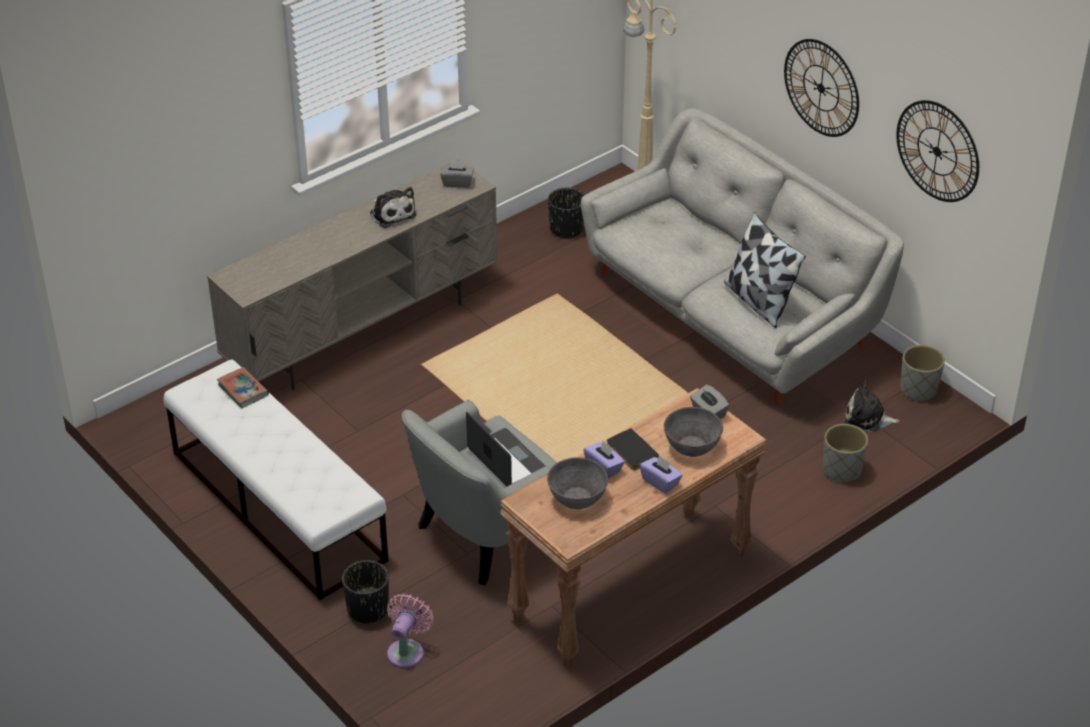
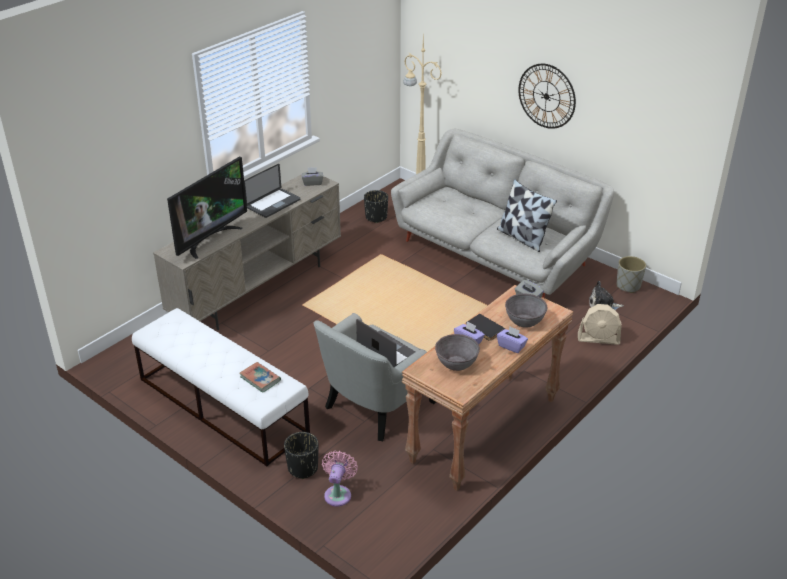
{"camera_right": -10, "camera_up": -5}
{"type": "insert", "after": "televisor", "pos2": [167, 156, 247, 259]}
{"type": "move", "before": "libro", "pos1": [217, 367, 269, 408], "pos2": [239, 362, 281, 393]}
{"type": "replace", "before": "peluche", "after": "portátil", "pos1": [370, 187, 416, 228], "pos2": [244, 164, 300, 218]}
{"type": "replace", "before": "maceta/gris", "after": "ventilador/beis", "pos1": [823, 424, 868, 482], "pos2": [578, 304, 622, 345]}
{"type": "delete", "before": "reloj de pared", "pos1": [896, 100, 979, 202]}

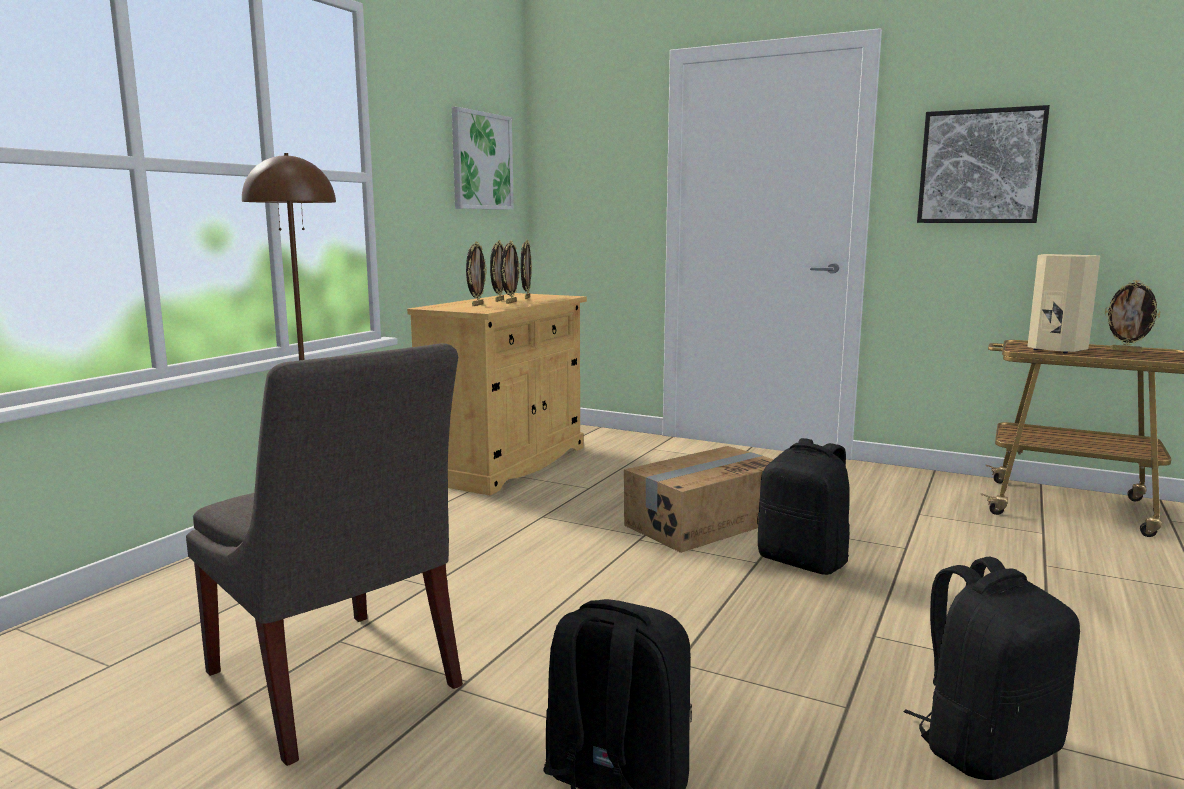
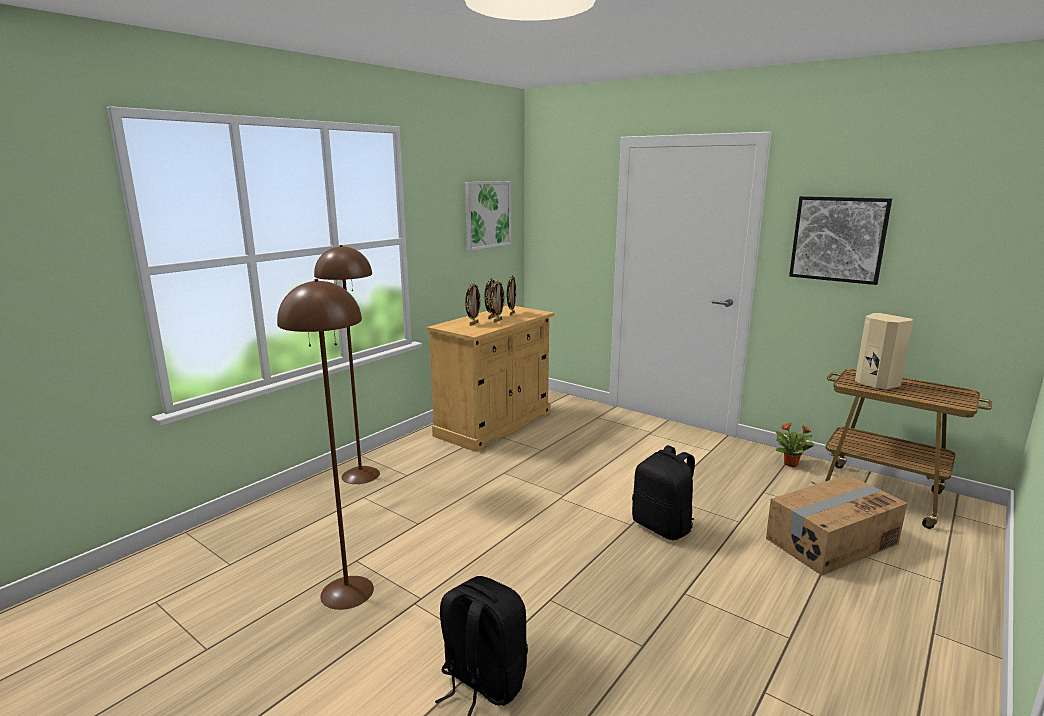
{"camera_right": 10, "camera_up": 5}
{"type": "replace", "before": "silla/gris", "after": "lámpara de pie/marrón", "pos1": [186, 343, 463, 766], "pos2": [277, 279, 374, 610]}
{"type": "move", "before": "caja de cartón", "pos1": [624, 446, 774, 553], "pos2": [766, 475, 907, 576]}
{"type": "insert", "after": "planta en maceta", "pos2": [776, 423, 814, 467]}
{"type": "delete", "before": "mochila/negro", "pos1": [904, 557, 1080, 780]}
{"type": "delete", "before": "portarretratos", "pos1": [1104, 280, 1160, 353]}

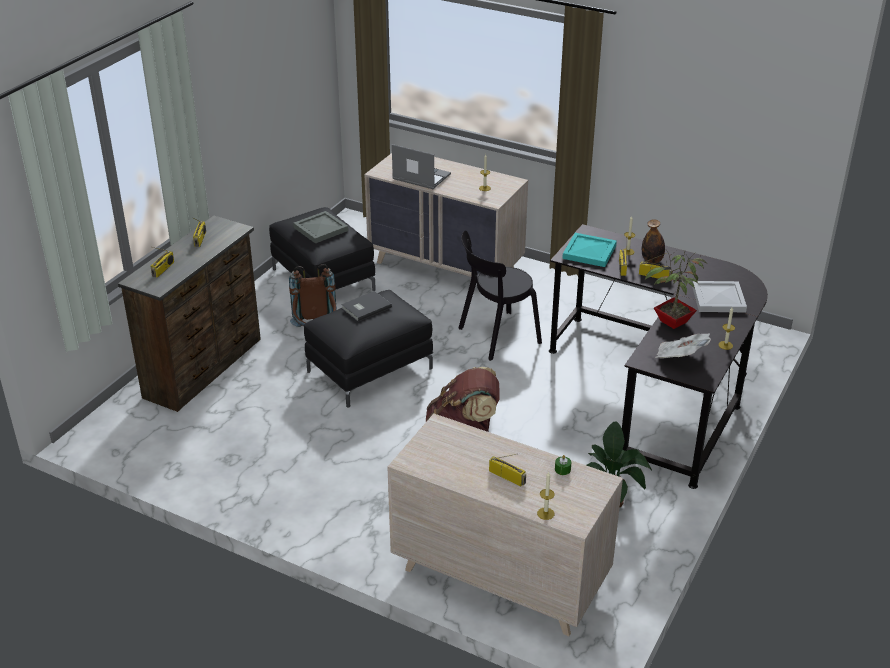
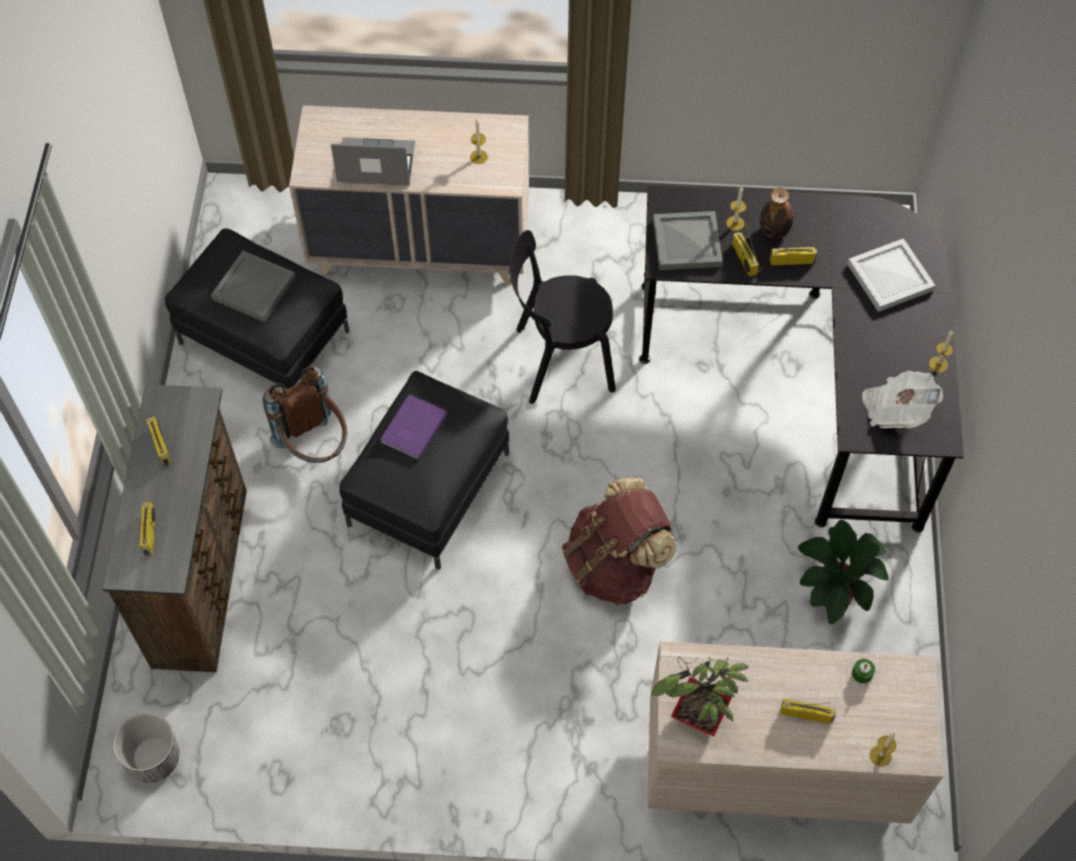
{"camera_right": -25, "camera_up": 25}
{"type": "insert", "after": "maceta", "pos2": [113, 713, 179, 782]}
{"type": "recolor", "before": "libro/gris", "after": "libro/morado", "pos1": [341, 291, 392, 321], "pos2": [380, 394, 448, 460]}
{"type": "rotate", "before": "silla/negro", "pos1": [458, 230, 542, 361], "pos2": [509, 230, 616, 404], "turn": 45}
{"type": "move", "before": "planta en maceta", "pos1": [645, 250, 707, 329], "pos2": [652, 656, 749, 737]}
{"type": "recolor", "before": "bandeja/turquesa", "after": "bandeja/gris", "pos1": [562, 233, 617, 267], "pos2": [653, 211, 723, 270]}

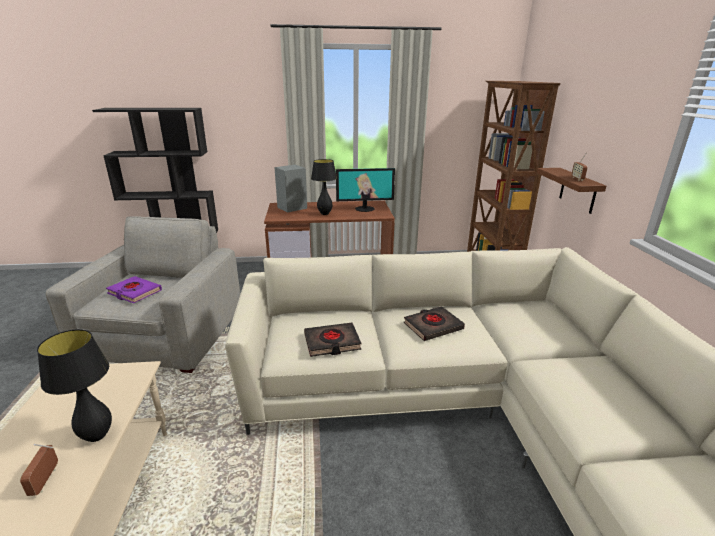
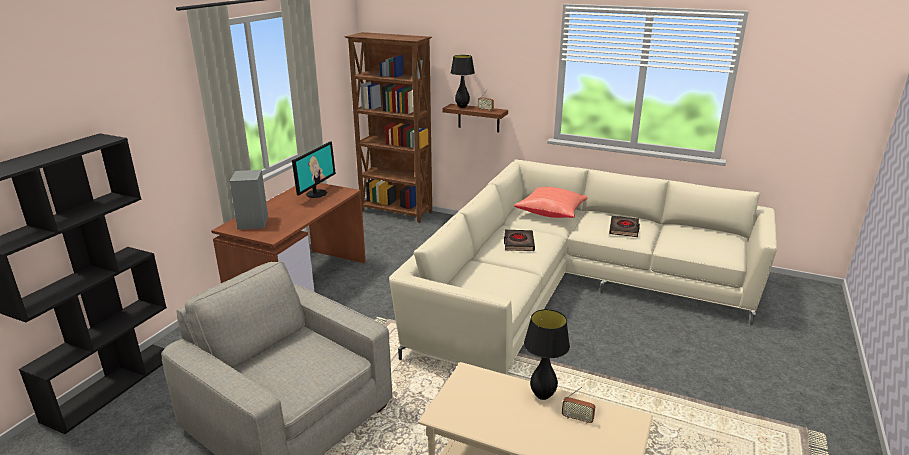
{"camera_right": -60, "camera_up": 0}
{"type": "move", "before": "lámpara de mesa/negro", "pos1": [311, 159, 337, 215], "pos2": [451, 55, 475, 108]}
{"type": "insert", "after": "cojín/rojo", "pos2": [514, 187, 588, 218]}
{"type": "move", "before": "libro/negro", "pos1": [304, 323, 361, 357], "pos2": [609, 216, 640, 237]}
{"type": "delete", "before": "libro/morado", "pos1": [106, 276, 162, 303]}

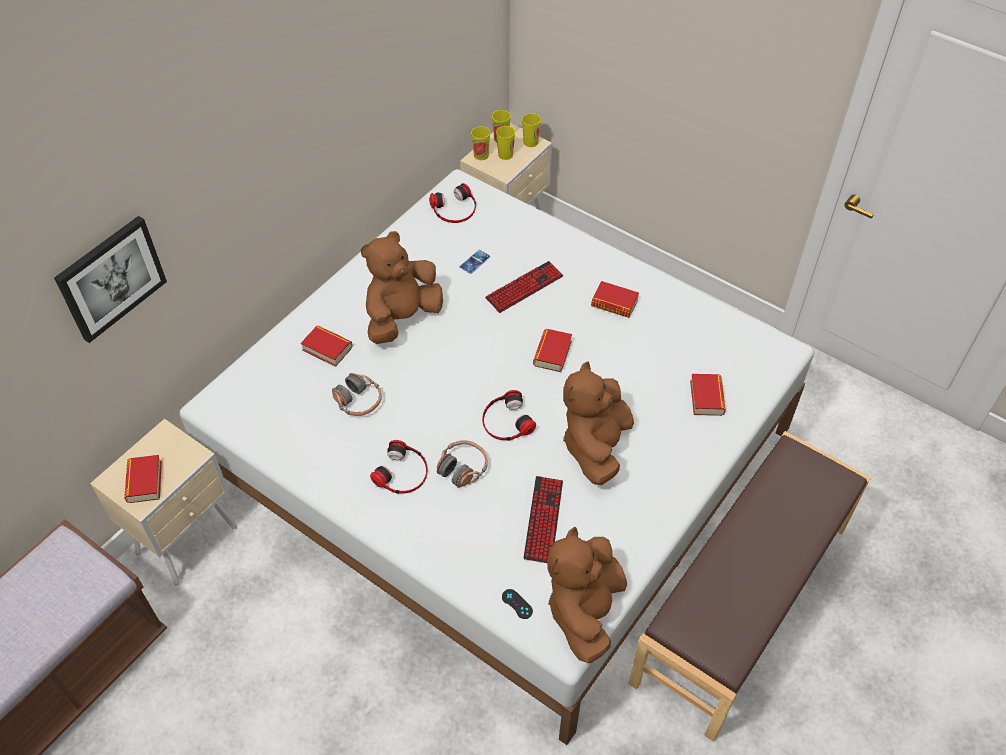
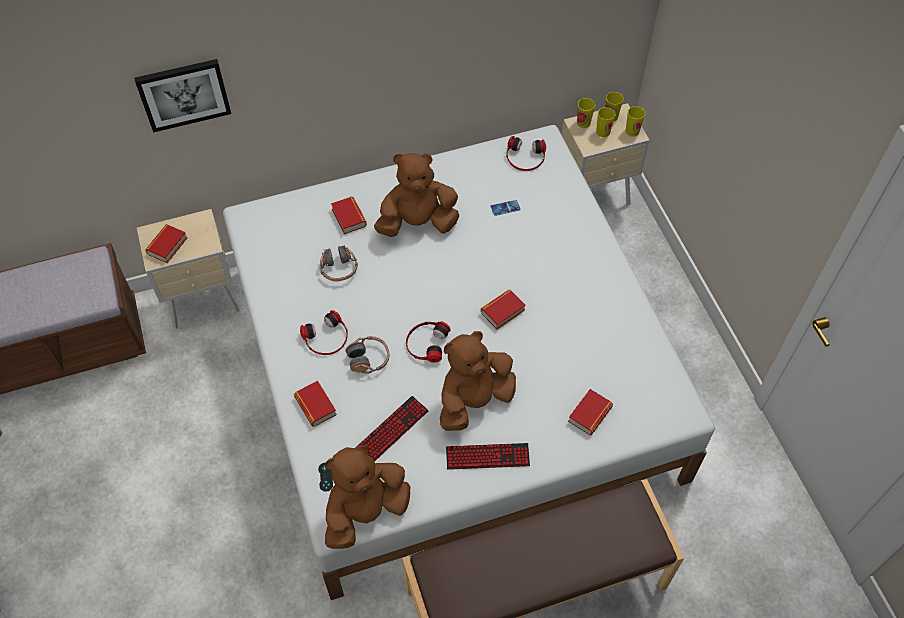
{"camera_right": 35, "camera_up": 5}
{"type": "move", "before": "libro", "pos1": [591, 281, 639, 318], "pos2": [294, 381, 337, 427]}
{"type": "move", "before": "teclado", "pos1": [485, 261, 563, 313], "pos2": [446, 443, 530, 470]}

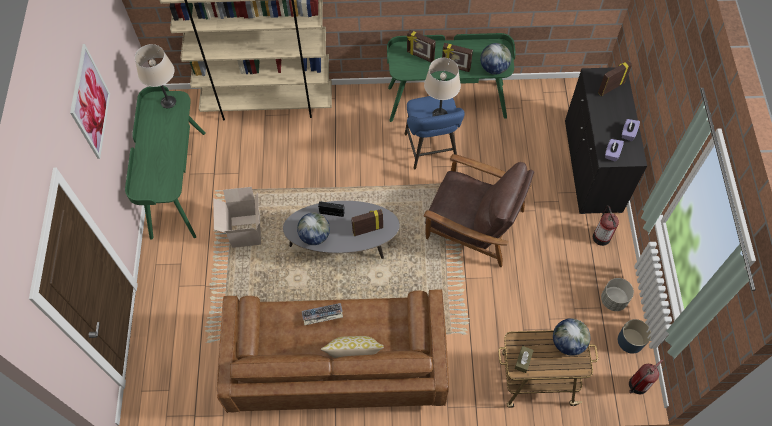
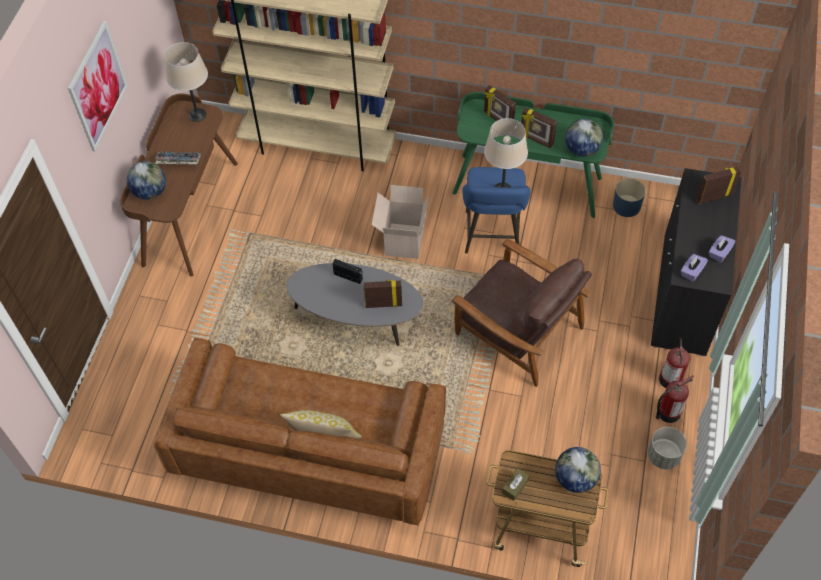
{"camera_right": 15, "camera_up": -5}
{"type": "recolor", "before": "escritorio/verde", "after": "escritorio/marrón", "pos1": [125, 86, 205, 240], "pos2": [120, 94, 238, 276]}
{"type": "move", "before": "globo terráqueo", "pos1": [297, 213, 330, 245], "pos2": [127, 161, 166, 200]}
{"type": "move", "before": "teclado", "pos1": [302, 303, 343, 325], "pos2": [155, 152, 201, 165]}
{"type": "move", "before": "caja de cartón", "pos1": [213, 187, 261, 248], "pos2": [371, 185, 429, 259]}
{"type": "move", "before": "maceta/azul", "pos1": [618, 319, 651, 354], "pos2": [613, 178, 646, 217]}
{"type": "move", "before": "extintor", "pos1": [629, 360, 663, 394], "pos2": [656, 375, 694, 423]}

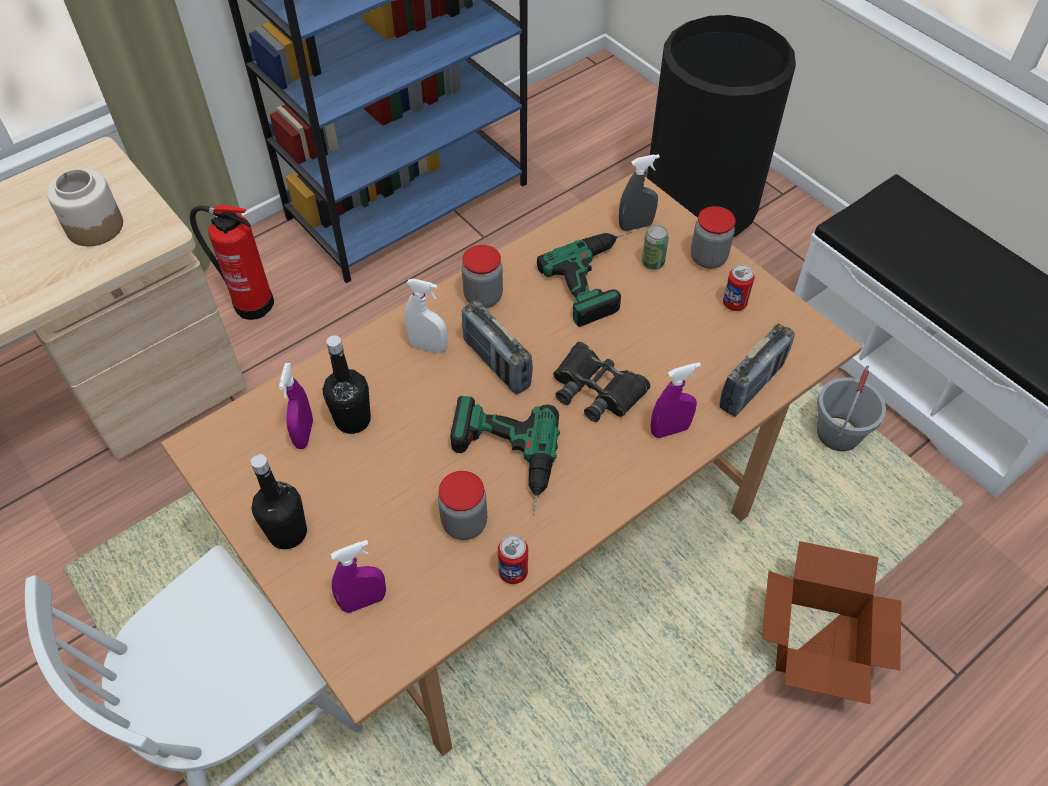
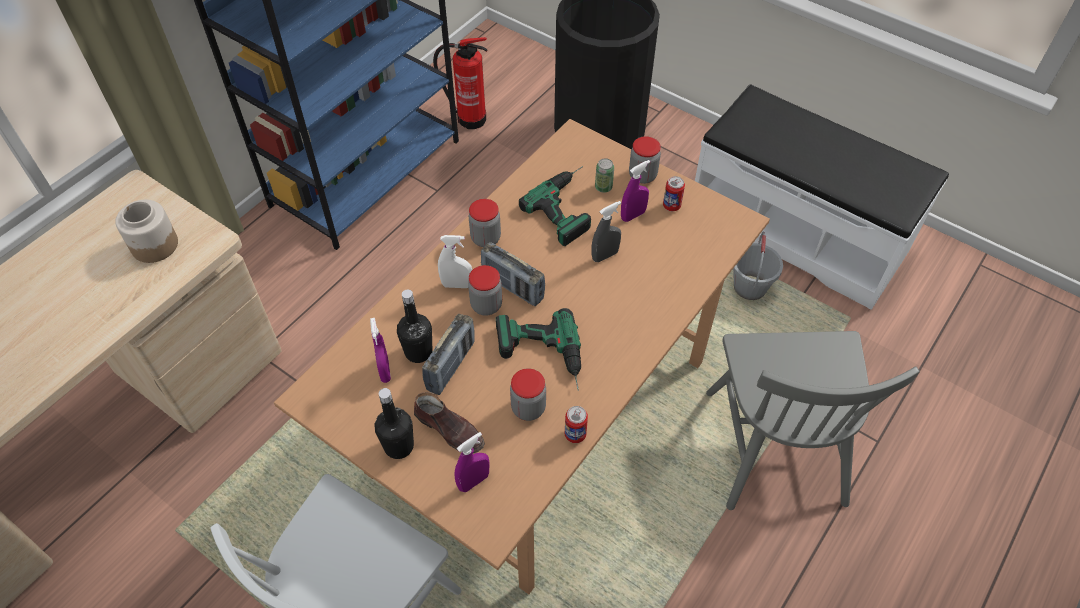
{"camera_right": -15, "camera_up": 0}
{"type": "insert", "after": "zapato/marrón", "pos2": [414, 392, 485, 453]}
{"type": "move", "before": "radio", "pos1": [719, 324, 795, 417], "pos2": [422, 314, 475, 395]}
{"type": "move", "before": "extintor", "pos1": [190, 205, 274, 320], "pos2": [433, 37, 487, 129]}
{"type": "insert", "after": "tarro", "pos2": [468, 265, 502, 316]}
{"type": "move", "before": "pulverizador/gris", "pos1": [619, 154, 660, 231], "pos2": [592, 201, 621, 262]}
{"type": "move", "before": "pulverizador/morado", "pos1": [651, 362, 701, 438], "pos2": [621, 160, 650, 222]}
{"type": "replace", "before": "caja de cartón", "after": "silla/gris", "pos1": [762, 541, 901, 704], "pos2": [706, 331, 920, 510]}
{"type": "delete", "before": "prismáticos/negro", "pos1": [553, 342, 650, 422]}

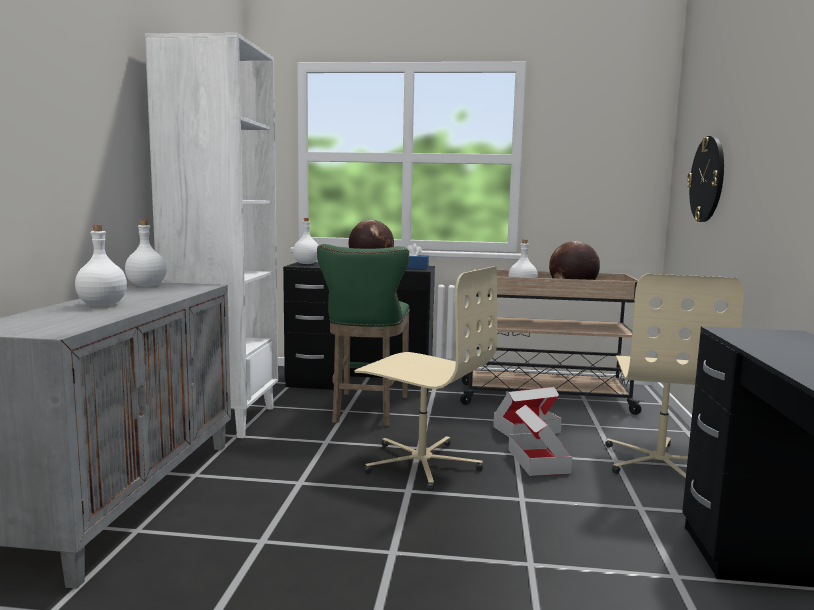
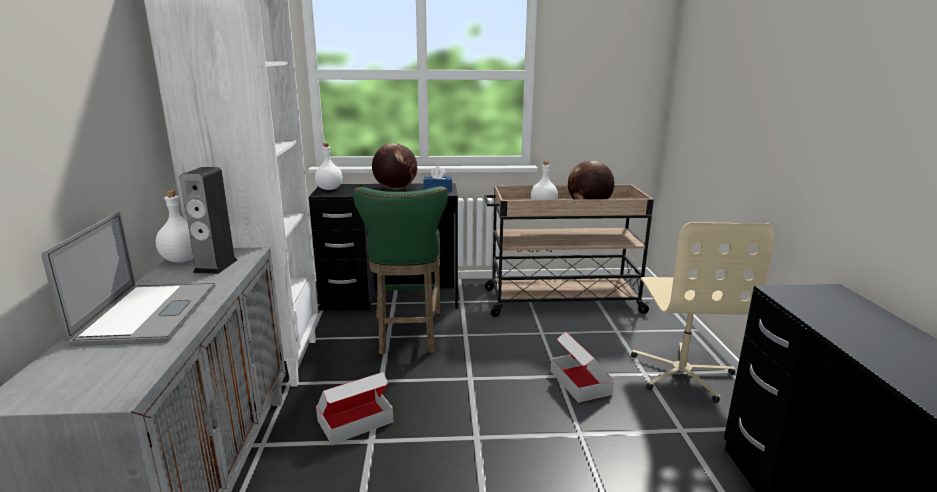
{"camera_right": -10, "camera_up": 10}
{"type": "replace", "before": "botella/blanco", "after": "portátil", "pos1": [75, 225, 127, 306], "pos2": [41, 212, 216, 346]}
{"type": "insert", "after": "altavoz", "pos2": [180, 167, 237, 274]}
{"type": "move", "before": "caja de cartón", "pos1": [493, 387, 562, 437], "pos2": [316, 372, 393, 445]}
{"type": "delete", "before": "silla de oficina/beis", "pos1": [354, 266, 497, 491]}
{"type": "delete", "before": "reloj de pared", "pos1": [687, 136, 724, 222]}

